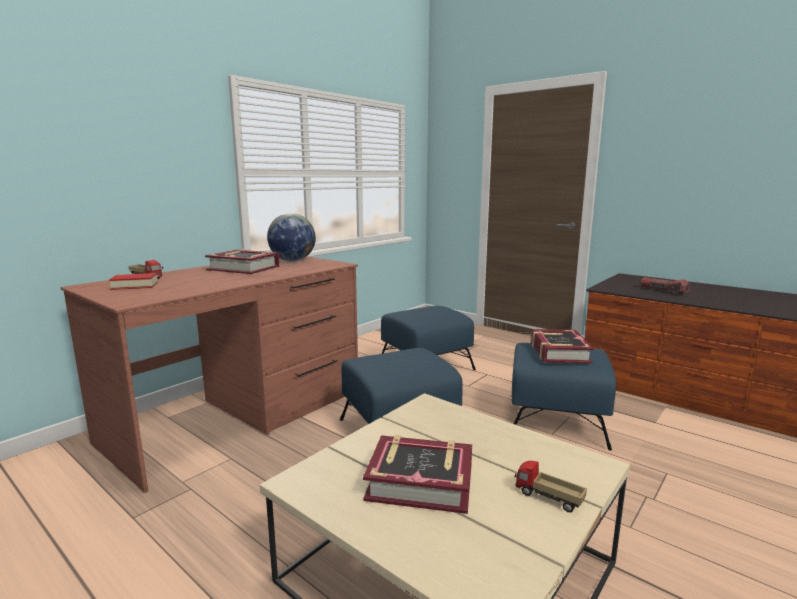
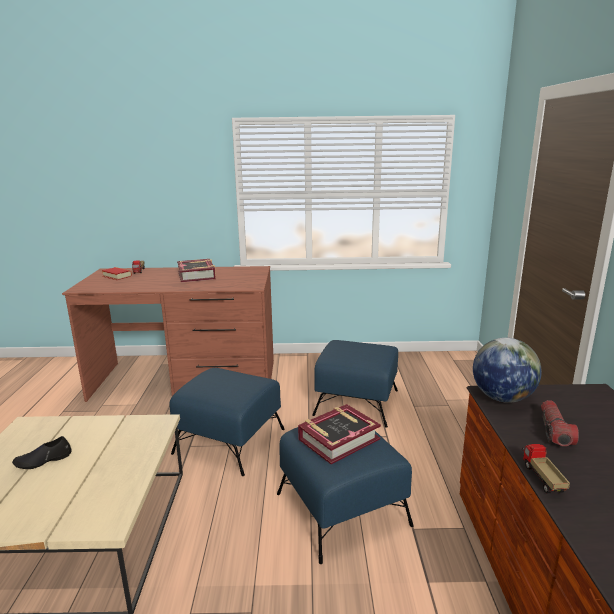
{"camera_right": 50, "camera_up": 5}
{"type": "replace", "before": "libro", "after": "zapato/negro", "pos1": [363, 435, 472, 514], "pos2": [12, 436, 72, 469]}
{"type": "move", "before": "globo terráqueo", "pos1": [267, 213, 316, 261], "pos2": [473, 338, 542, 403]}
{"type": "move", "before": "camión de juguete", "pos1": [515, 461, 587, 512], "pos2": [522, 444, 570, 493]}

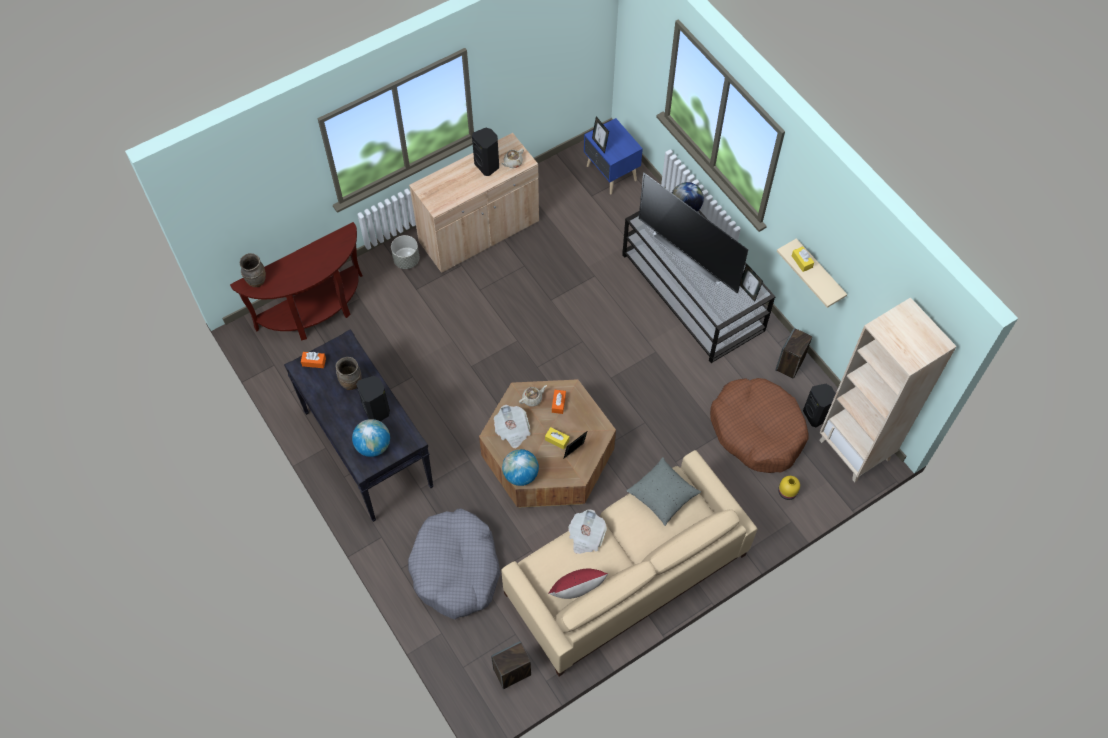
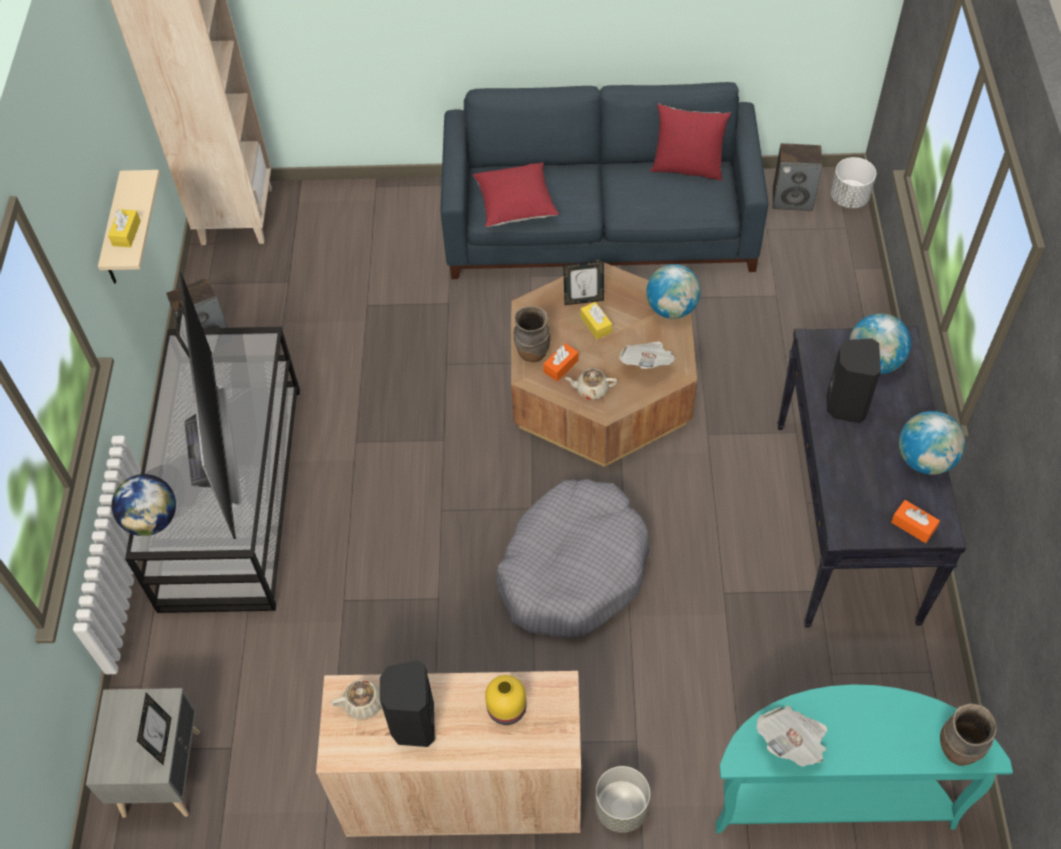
{"camera_right": -145, "camera_up": -5}
{"type": "recolor", "before": "mesita de noche/azul", "after": "mesita de noche/gris", "pos1": [584, 118, 643, 194], "pos2": [86, 688, 200, 818]}
{"type": "recolor", "before": "sofá/beis", "after": "sofá/azul", "pos1": [501, 450, 757, 676], "pos2": [441, 82, 768, 279]}
{"type": "recolor", "before": "cojín/gris", "after": "cojín/rojo", "pos1": [627, 457, 701, 526], "pos2": [473, 162, 559, 227]}
{"type": "move", "before": "florero/amarillo", "pos1": [778, 476, 800, 500], "pos2": [485, 675, 526, 725]}
{"type": "move", "before": "cama para perro/gris", "pos1": [408, 509, 500, 619], "pos2": [496, 479, 650, 638]}
{"type": "move", "before": "florero/marrón", "pos1": [336, 357, 362, 390], "pos2": [514, 306, 550, 362]}
{"type": "recolor", "before": "mesa consola/marrón", "after": "mesa consola/turquesa", "pos1": [230, 222, 363, 341], "pos2": [715, 684, 1013, 833]}
{"type": "move", "before": "periódico", "pos1": [568, 509, 607, 554], "pos2": [757, 705, 828, 767]}
{"type": "insert", "after": "maceta/blanco", "pos2": [831, 157, 876, 208]}
{"type": "insert", "after": "globo terráqueo", "pos2": [899, 411, 965, 475]}
{"type": "delete", "before": "cama para perro/marrón", "pos1": [710, 378, 809, 473]}
{"type": "delete", "before": "altavoz/negro", "pos1": [803, 384, 836, 427]}

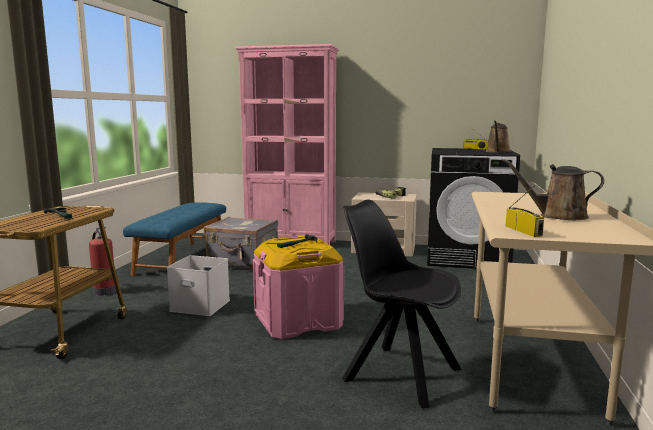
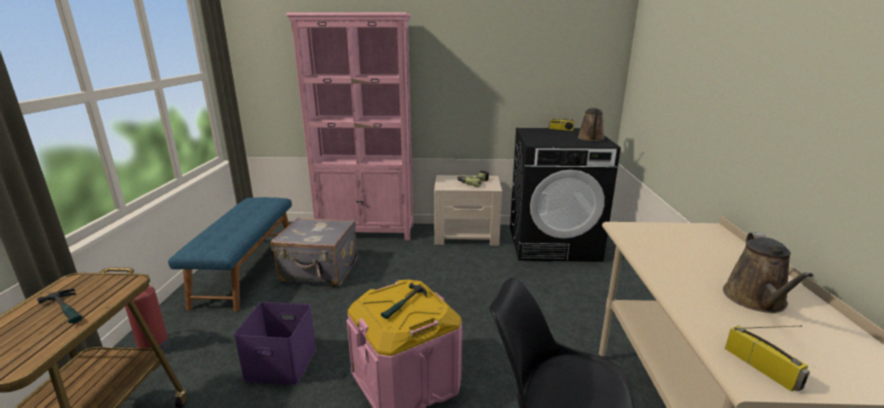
{"camera_right": -10, "camera_up": 10}
{"type": "recolor", "before": "caja de almacenaje/blanco", "after": "caja de almacenaje/morado", "pos1": [167, 255, 230, 316], "pos2": [234, 302, 316, 385]}
{"type": "rotate", "before": "regadera/marrón", "pos1": [502, 159, 604, 220], "pos2": [723, 232, 814, 313], "turn": -75}

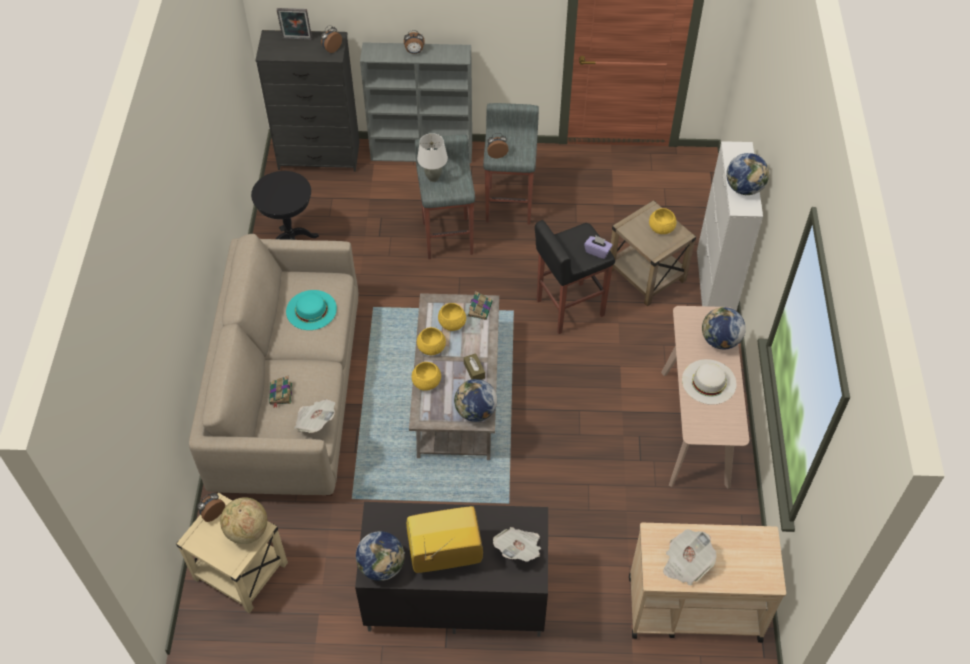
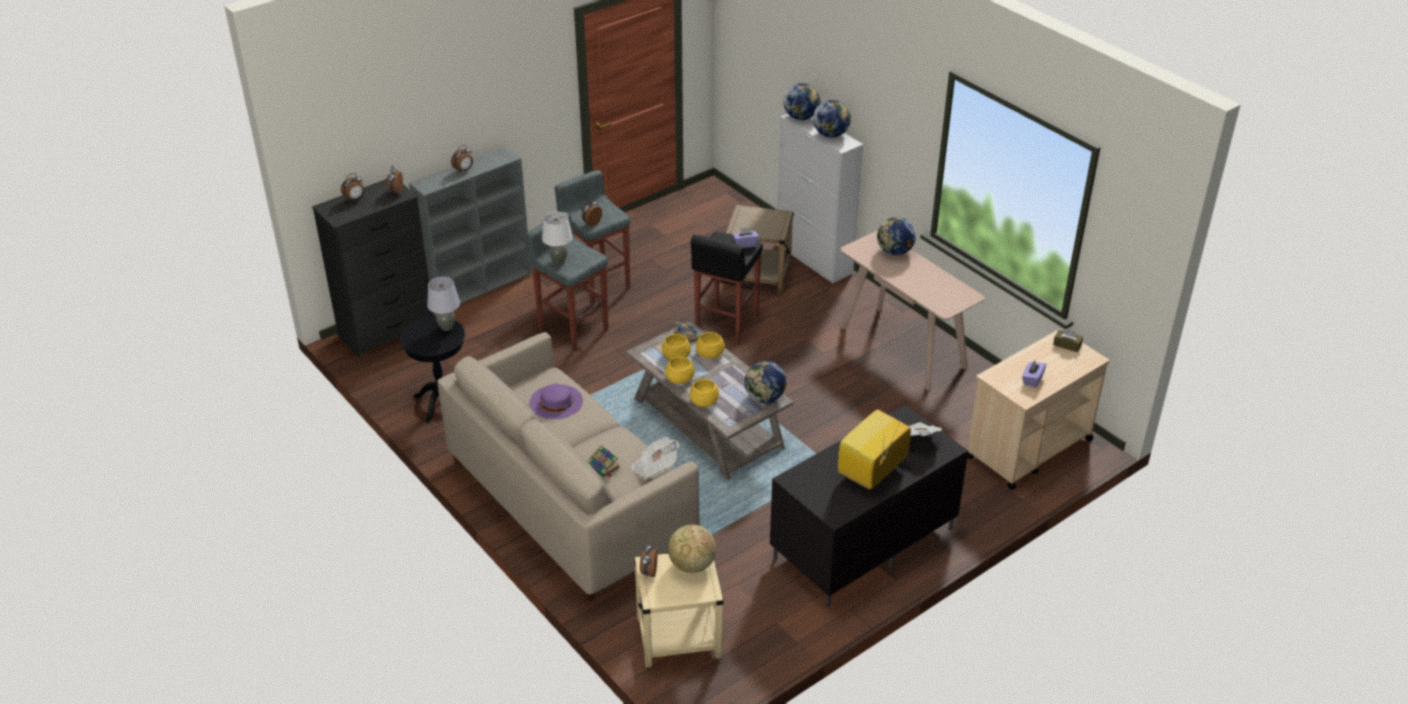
{"camera_right": -40, "camera_up": -15}
{"type": "replace", "before": "portarretratos", "after": "despertador", "pos1": [277, 8, 312, 40], "pos2": [341, 173, 364, 201]}
{"type": "insert", "after": "lámpara de mesa/gris", "pos2": [427, 277, 460, 331]}
{"type": "recolor", "before": "sombrero/turquesa", "after": "sombrero/morado", "pos1": [286, 290, 337, 330], "pos2": [530, 384, 583, 419]}
{"type": "move", "before": "cuenco/amarillo", "pos1": [649, 208, 677, 234], "pos2": [696, 332, 725, 359]}
{"type": "move", "before": "globo terráqueo", "pos1": [356, 531, 405, 581], "pos2": [783, 83, 820, 120]}
{"type": "replace", "before": "periódico", "after": "caja de pañuelos/morado", "pos1": [663, 529, 716, 585], "pos2": [1022, 360, 1046, 388]}
{"type": "move", "before": "caja de pañuelos/marrón", "pos1": [464, 353, 485, 380], "pos2": [1053, 329, 1083, 352]}
{"type": "delete", "before": "sombrero/blanco", "pos1": [682, 359, 737, 405]}

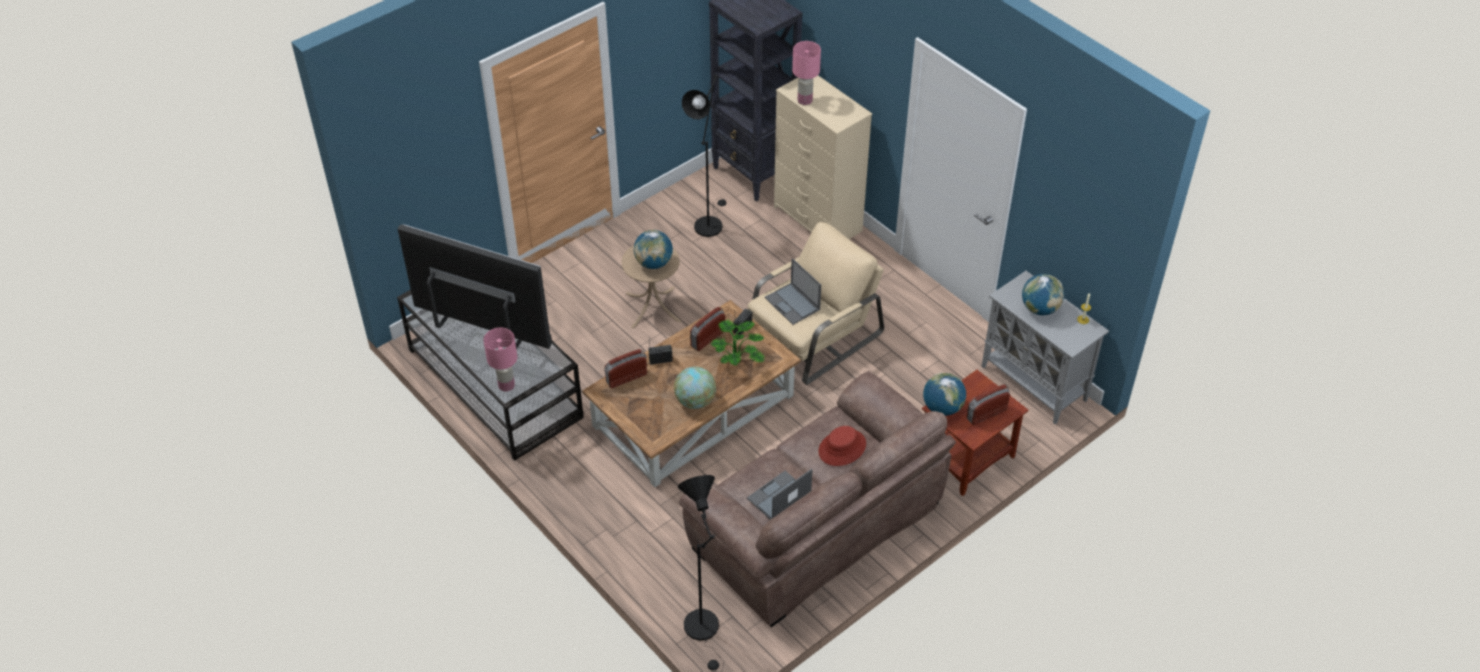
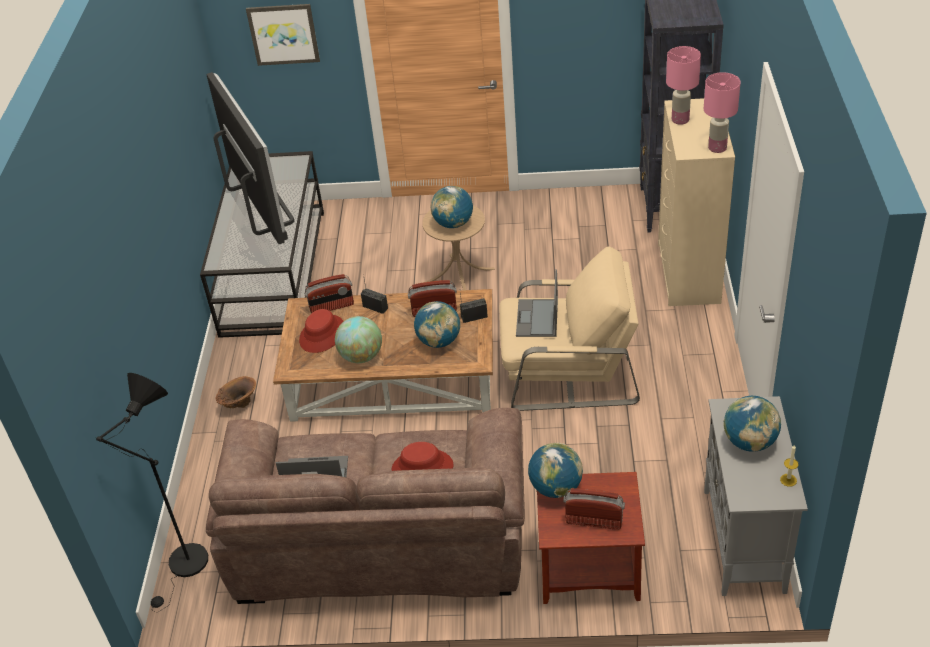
{"camera_right": 45, "camera_up": -5}
{"type": "insert", "after": "florero/marrón", "pos2": [216, 376, 256, 408]}
{"type": "insert", "after": "cuadro", "pos2": [246, 4, 320, 66]}
{"type": "insert", "after": "sombrero/rojo", "pos2": [299, 309, 344, 353]}
{"type": "rotate", "before": "radio", "pos1": [604, 349, 647, 388], "pos2": [304, 274, 354, 313], "turn": 150}
{"type": "replace", "before": "planta en maceta", "after": "globo terráqueo", "pos1": [711, 319, 765, 366], "pos2": [414, 301, 460, 348]}
{"type": "move", "before": "lámpara de mesa/rosa", "pos1": [483, 327, 517, 392], "pos2": [704, 72, 741, 153]}
{"type": "delete", "before": "lámpara de pie/negro", "pos1": [682, 75, 726, 237]}

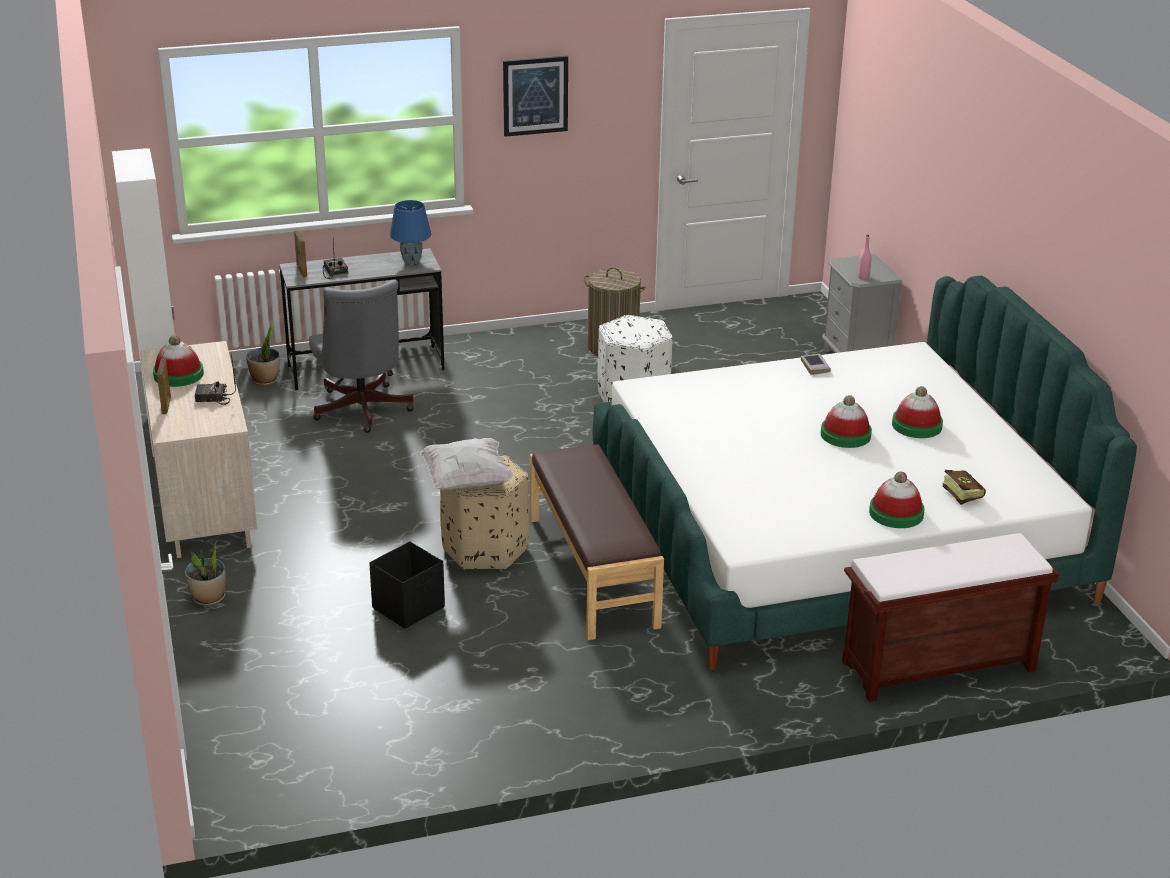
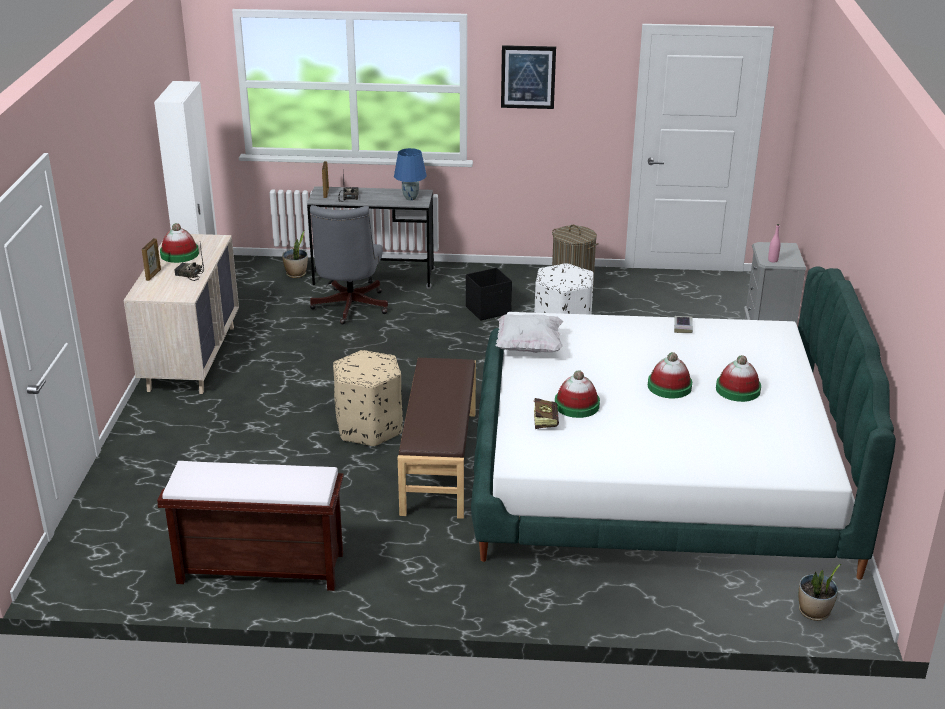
{"camera_right": 20, "camera_up": 0}
{"type": "move", "before": "banco/marrón", "pos1": [842, 533, 1059, 702], "pos2": [157, 461, 344, 591]}
{"type": "move", "before": "caja de almacenaje/negro", "pos1": [369, 541, 445, 629], "pos2": [466, 268, 512, 321]}
{"type": "move", "before": "cojín/blanco", "pos1": [420, 438, 514, 490], "pos2": [495, 314, 564, 353]}
{"type": "move", "before": "libro", "pos1": [942, 470, 986, 505], "pos2": [534, 398, 559, 429]}
{"type": "move", "before": "sombrero", "pos1": [869, 471, 925, 528], "pos2": [555, 370, 600, 418]}
{"type": "move", "before": "planta en maceta", "pos1": [185, 540, 226, 606], "pos2": [799, 564, 842, 621]}

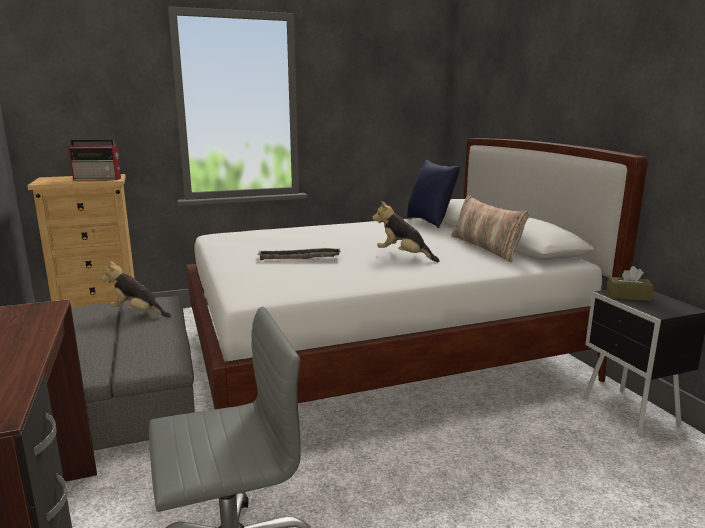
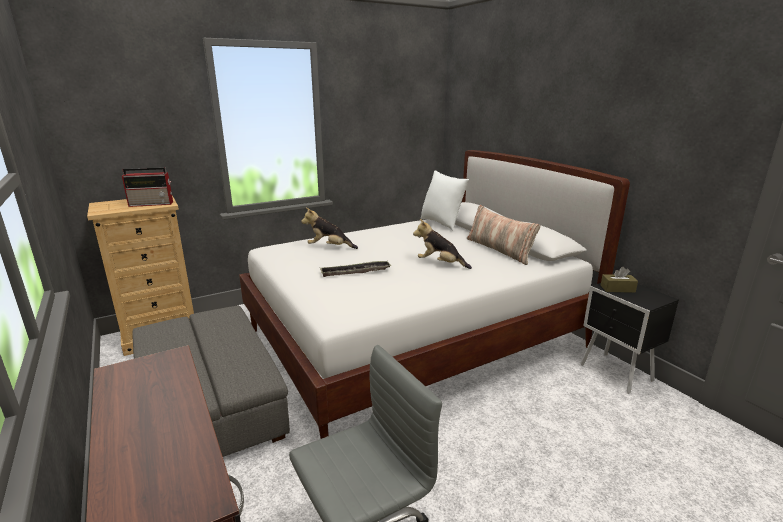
{"camera_right": -10, "camera_up": 5}
{"type": "move", "before": "peluche", "pos1": [101, 261, 171, 318], "pos2": [301, 208, 358, 249]}
{"type": "recolor", "before": "cojín/azul", "after": "cojín/blanco", "pos1": [407, 160, 460, 228], "pos2": [421, 171, 469, 231]}

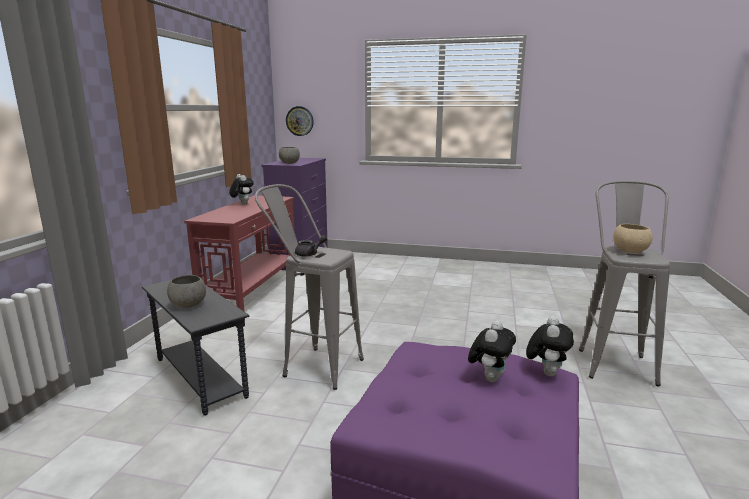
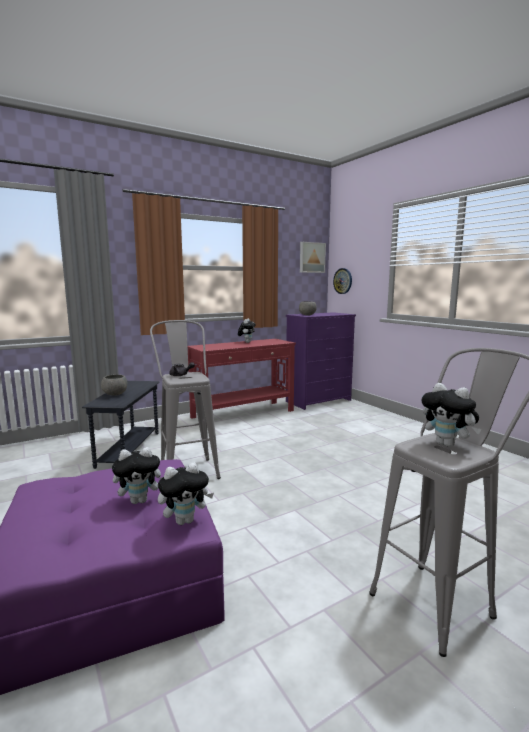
{"camera_right": 45, "camera_up": -5}
{"type": "insert", "after": "cuadro", "pos2": [300, 242, 326, 273]}
{"type": "replace", "before": "cuenco/beis", "after": "peluche", "pos1": [613, 224, 653, 253], "pos2": [422, 383, 482, 447]}

